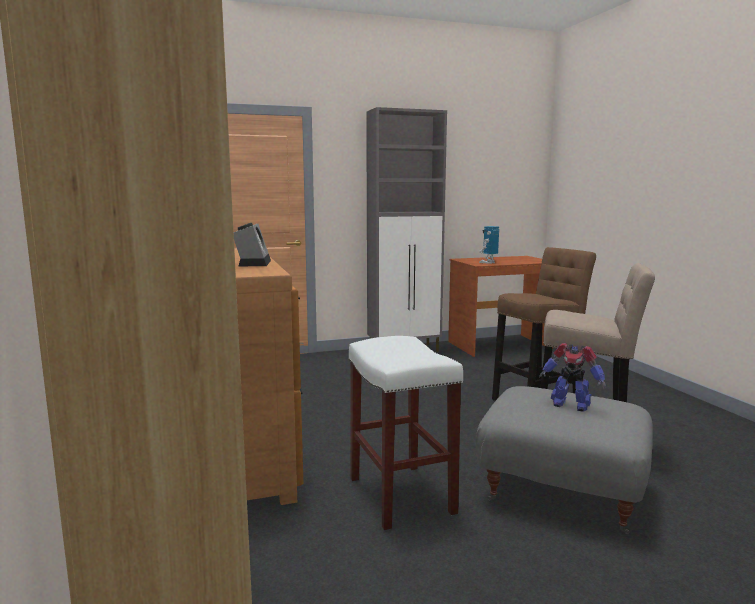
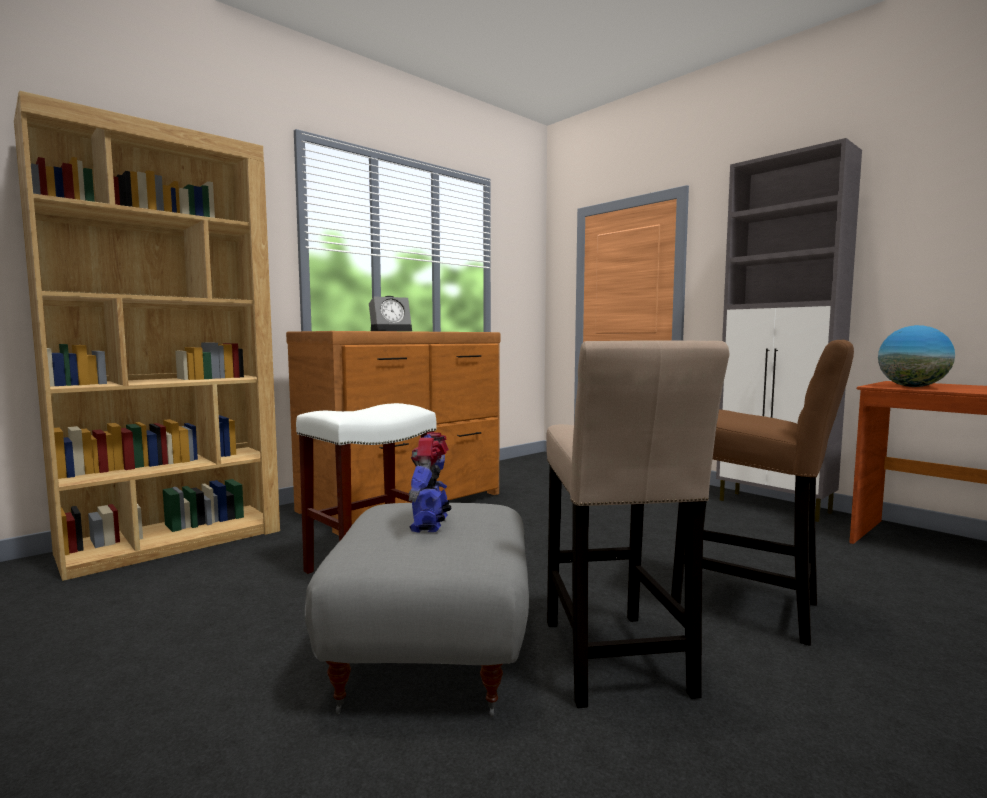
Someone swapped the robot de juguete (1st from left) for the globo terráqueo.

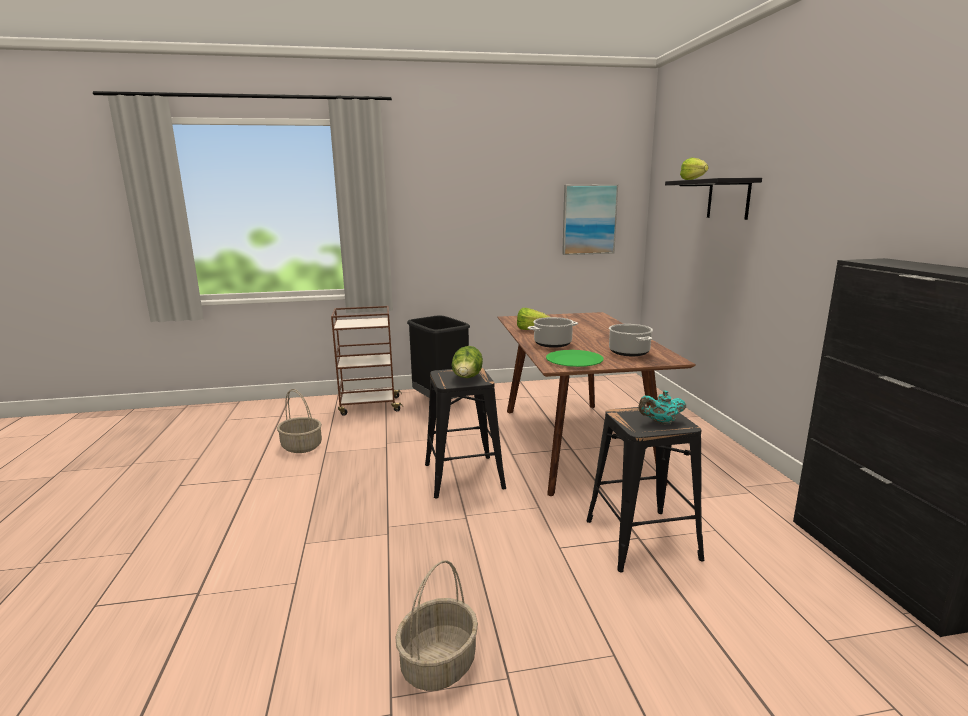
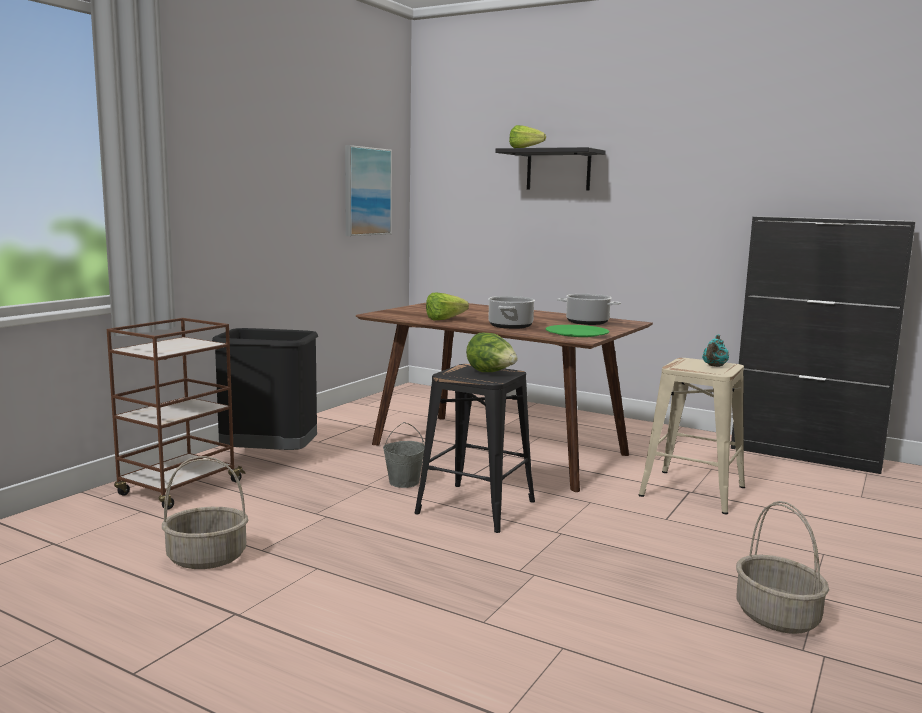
Someone repainted the taburete/negro (2nd from left), which became the taburete/beis. Someone put down the cubo/gris.

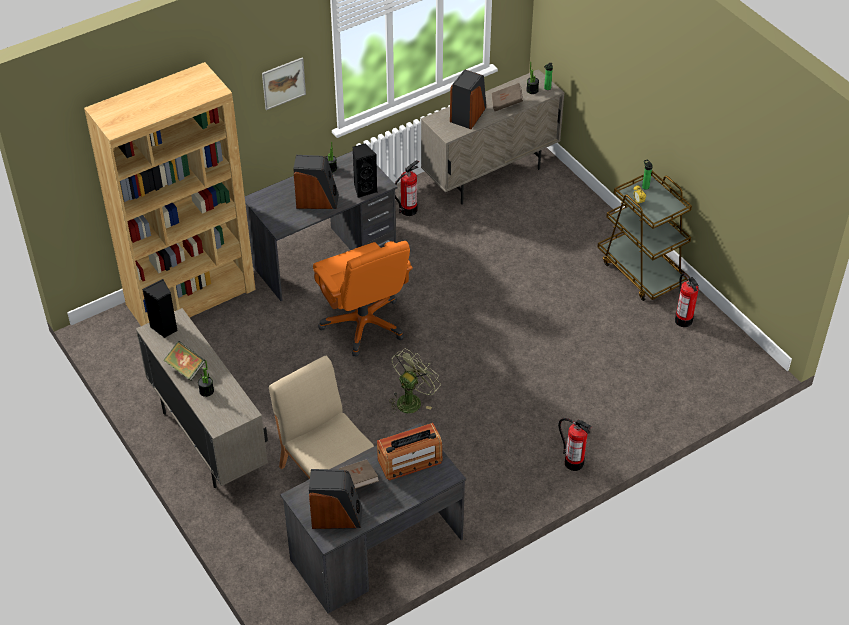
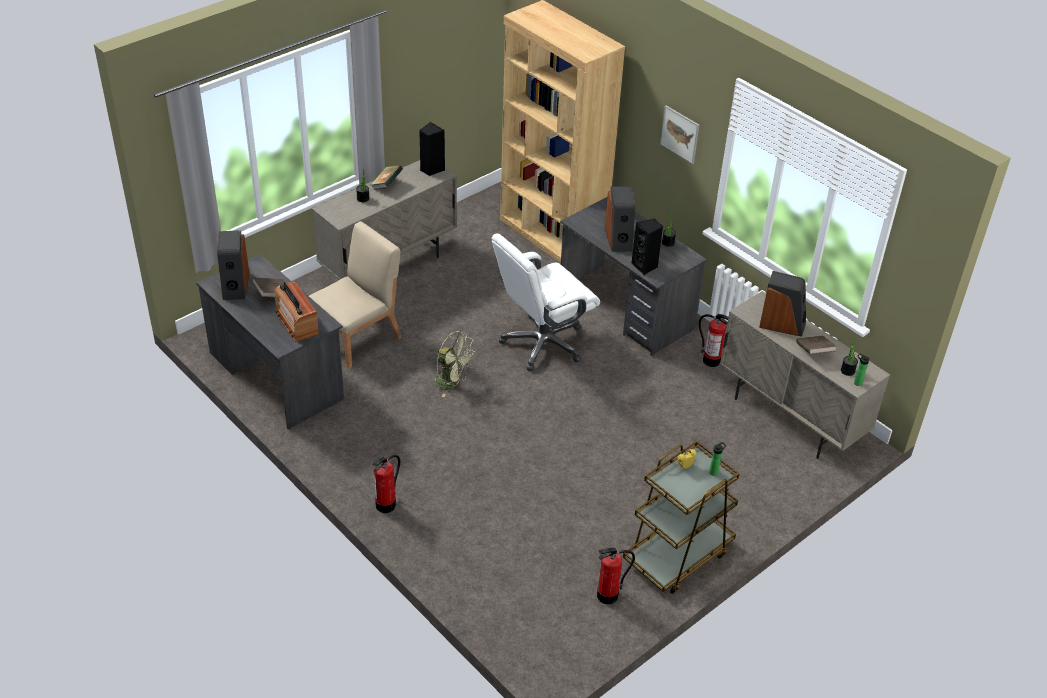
Someone repainted the silla de oficina/naranja, which became the silla de oficina/blanco.

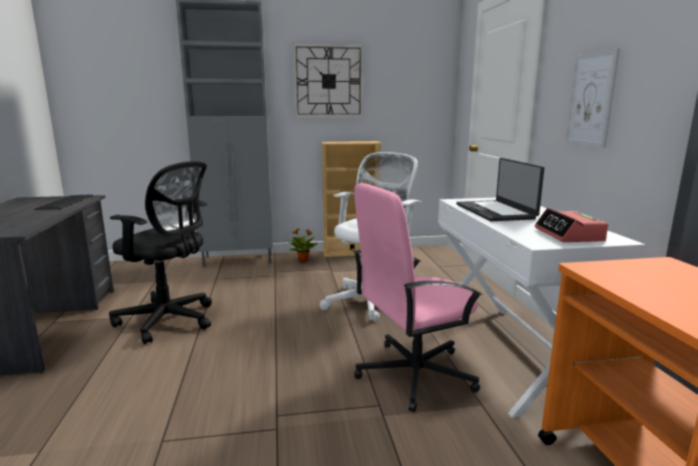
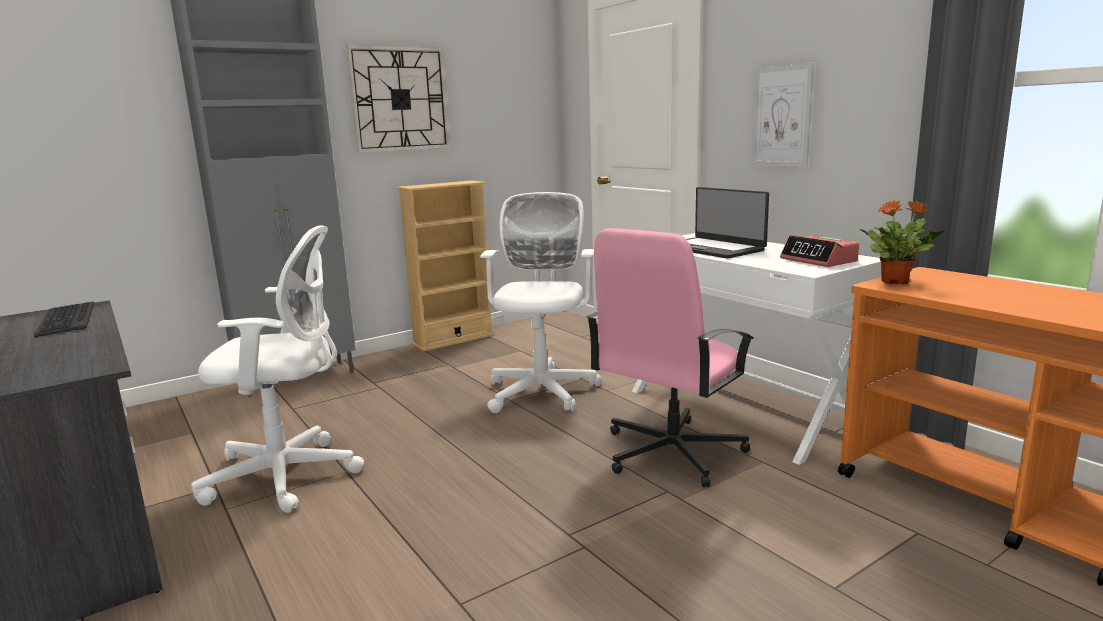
Someone repainted the silla de oficina/negro, which became the silla de oficina/blanco (1st from left). Someone carried the planta en maceta.

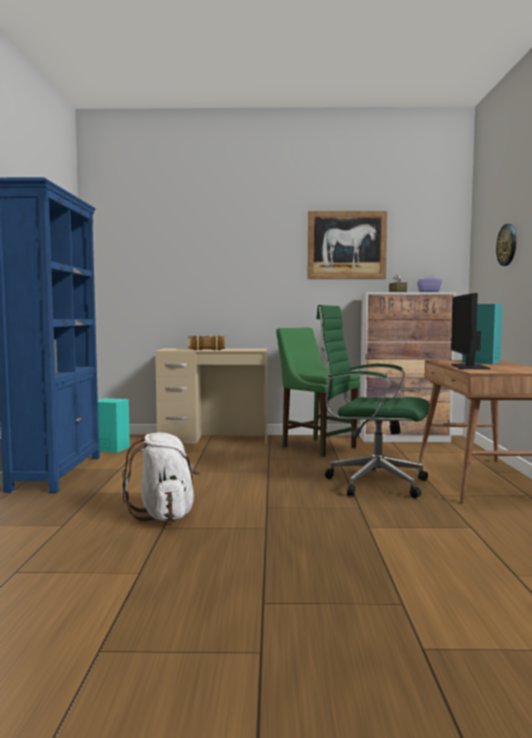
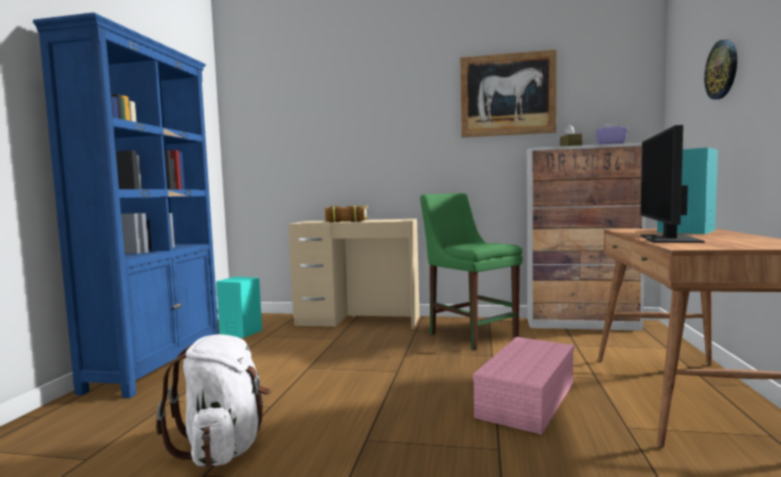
Someone swapped the silla de oficina/verde for the caja de almacenaje/rosa.

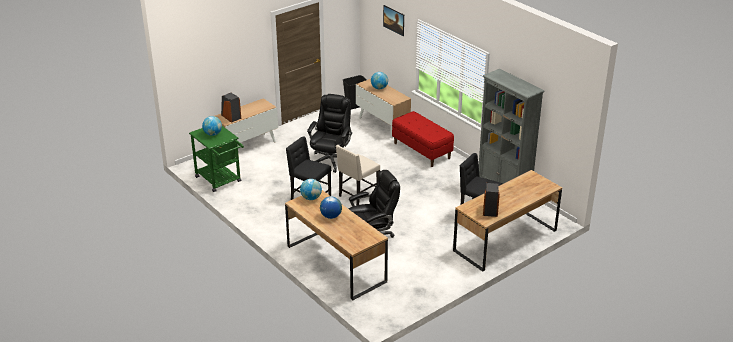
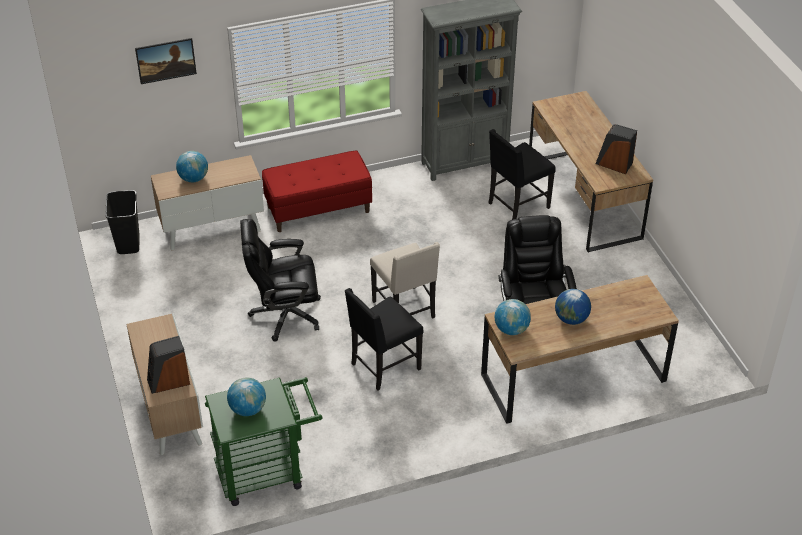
Someone rotated the silla de oficina/negro (1st from left) by 45 degrees counterclockwise.

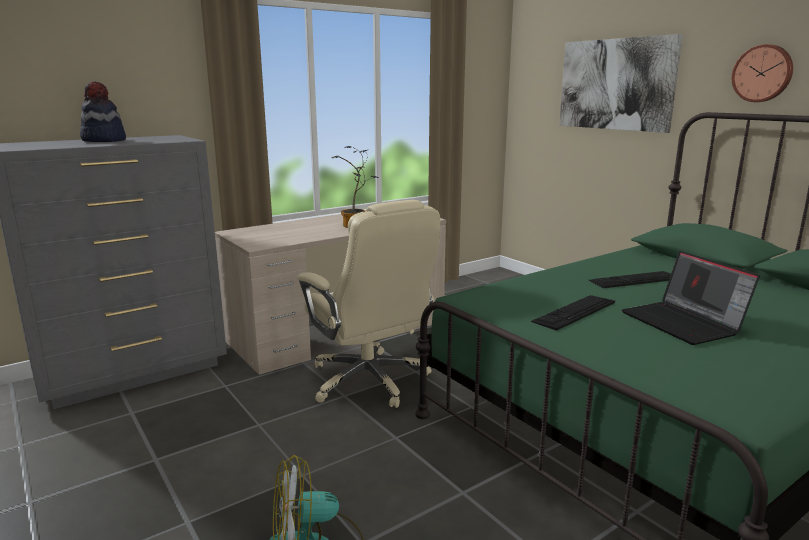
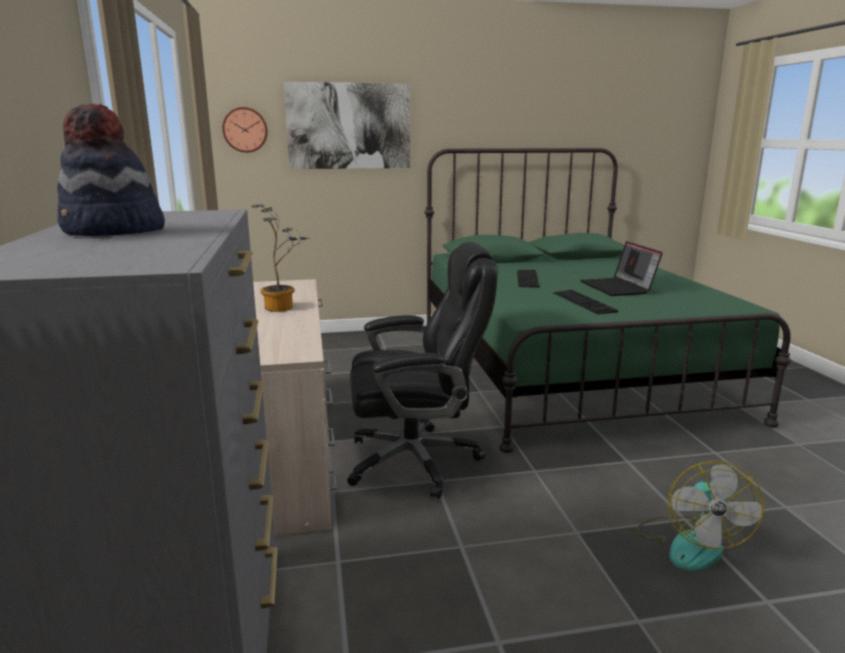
Someone repainted the silla de oficina/beis, which became the silla de oficina/negro. Someone rotated the portátil by 75 degrees clockwise. Someone carried the reloj de pared.

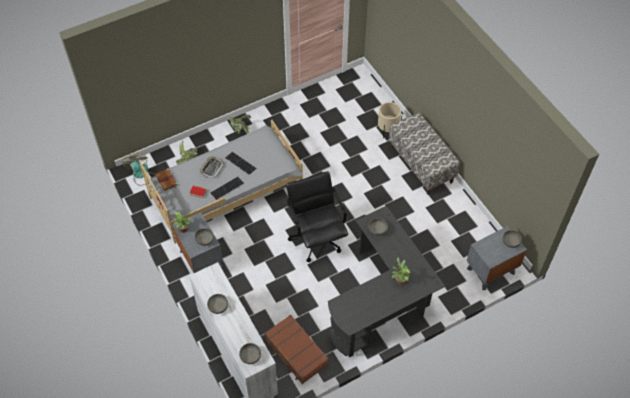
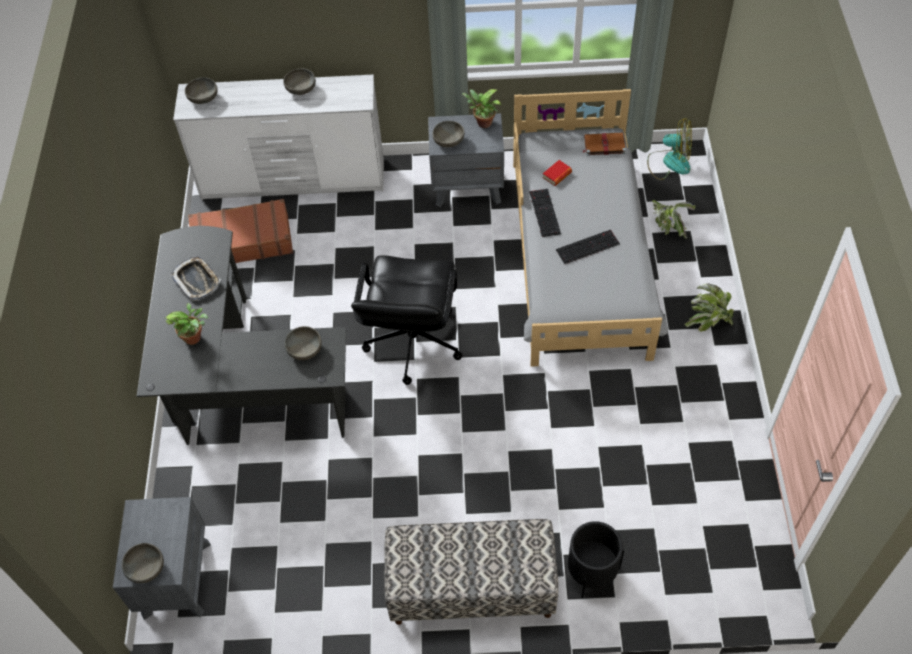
Someone carried the bandeja. Someone rotated the silla de oficina/negro by 90 degrees clockwise. Someone repainted the maceta/beis, which became the maceta/negro.

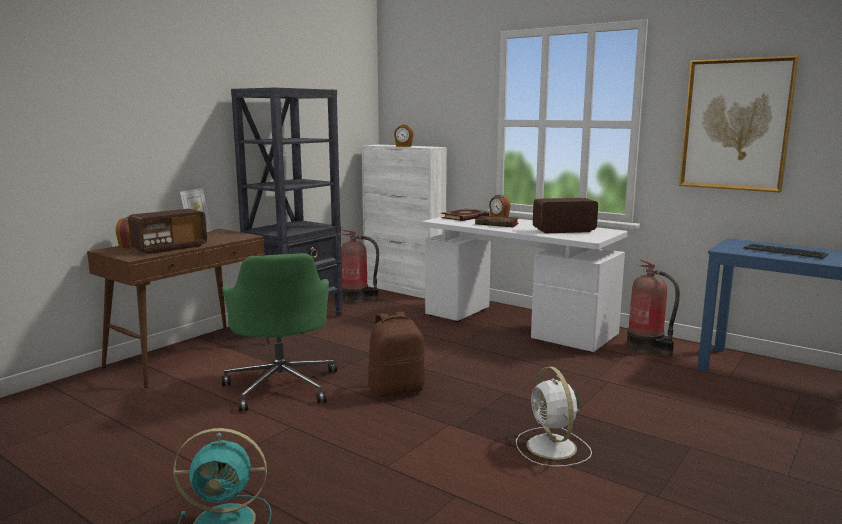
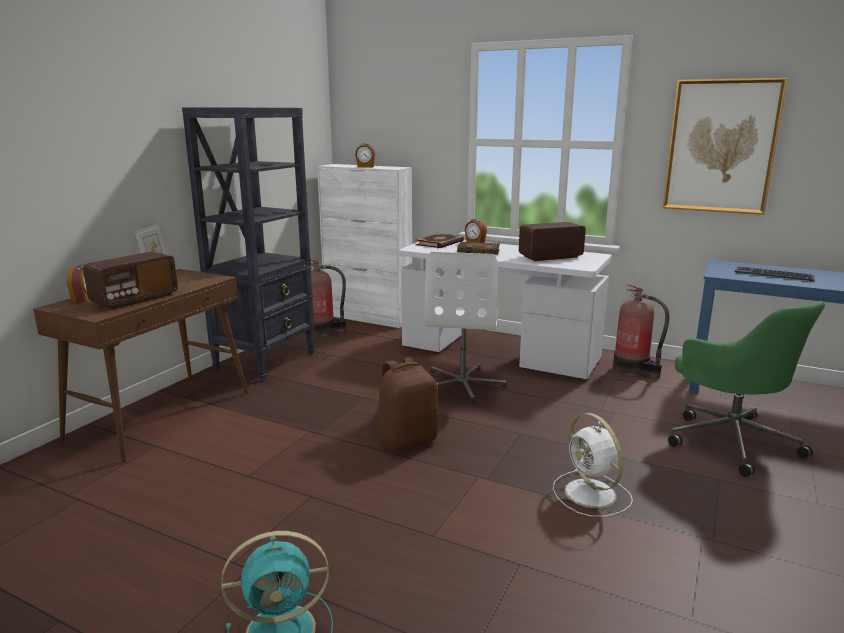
Someone carried the silla de oficina/verde. Someone put down the silla de oficina/blanco.

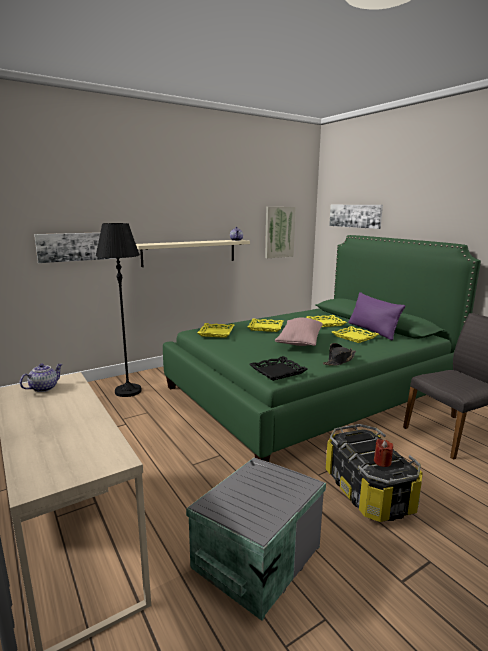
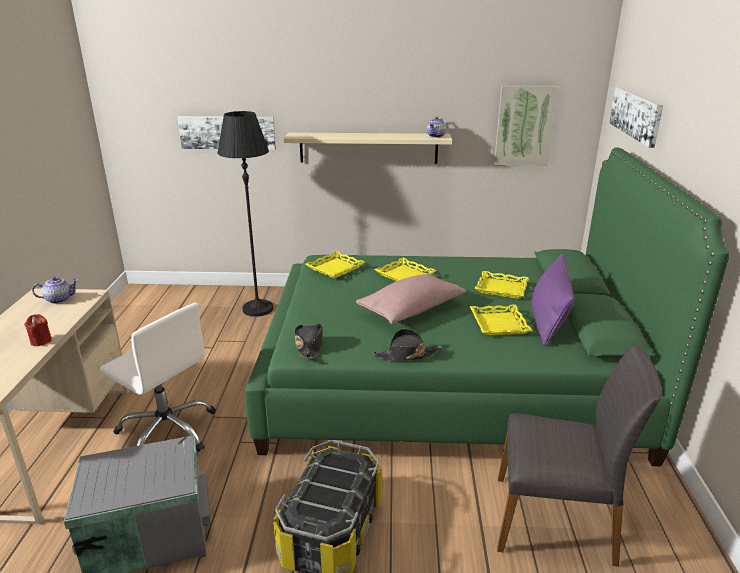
Someone swapped the bandeja/negro for the sombrero/negro (1st from left). Someone carried the vela/rojo. Someone put down the silla de oficina/blanco.

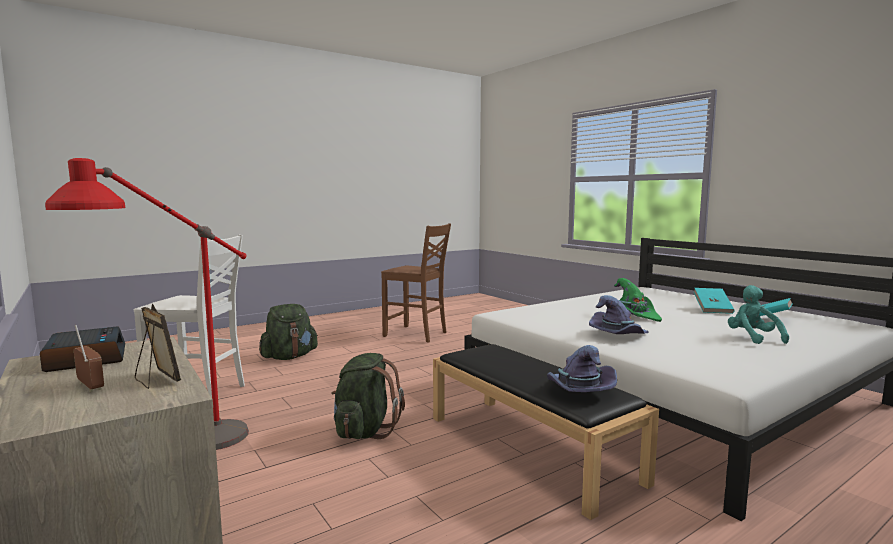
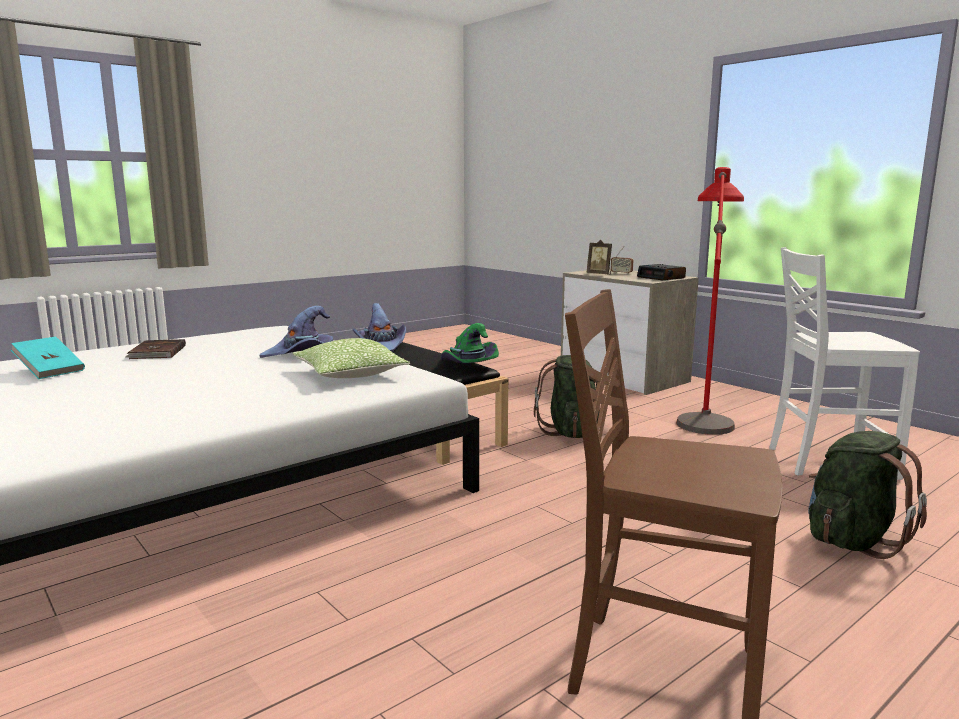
Someone carried the sombrero/verde. Someone took away the libro/turquesa (1st from left). Someone swapped the peluche/turquesa for the libro/marrón. Someone put down the cojín.

